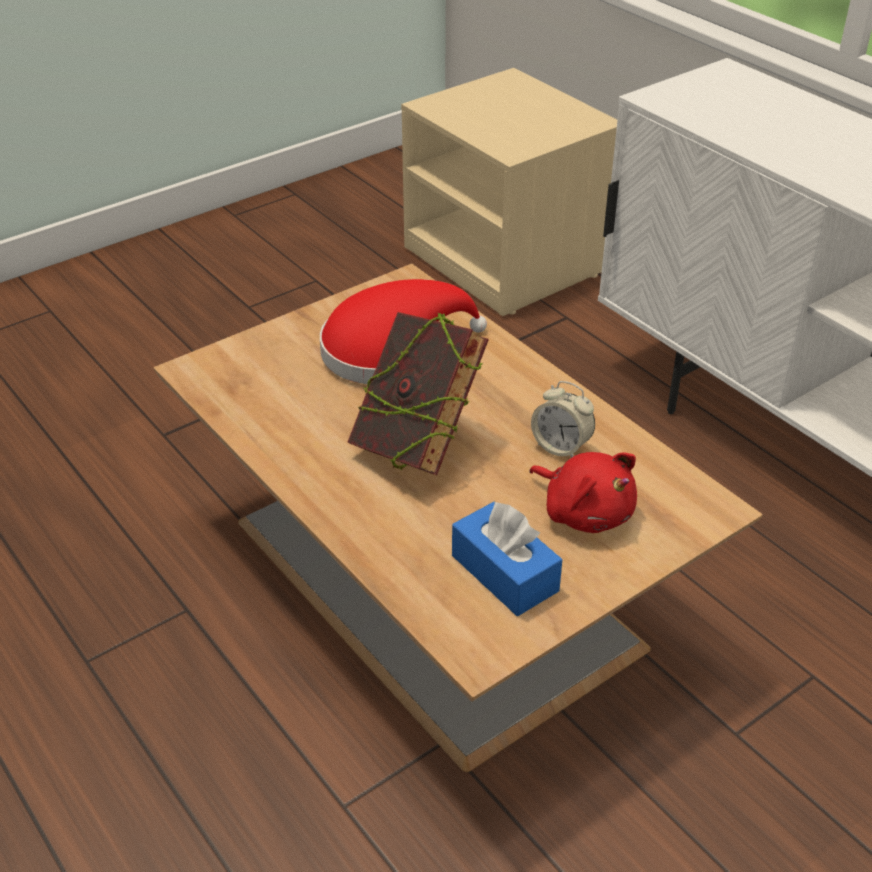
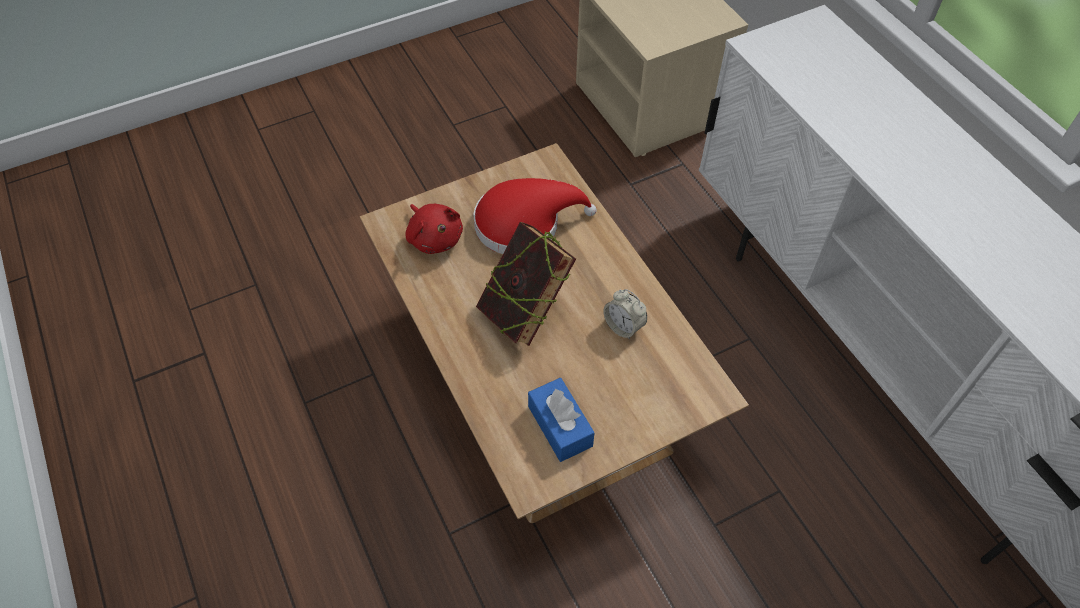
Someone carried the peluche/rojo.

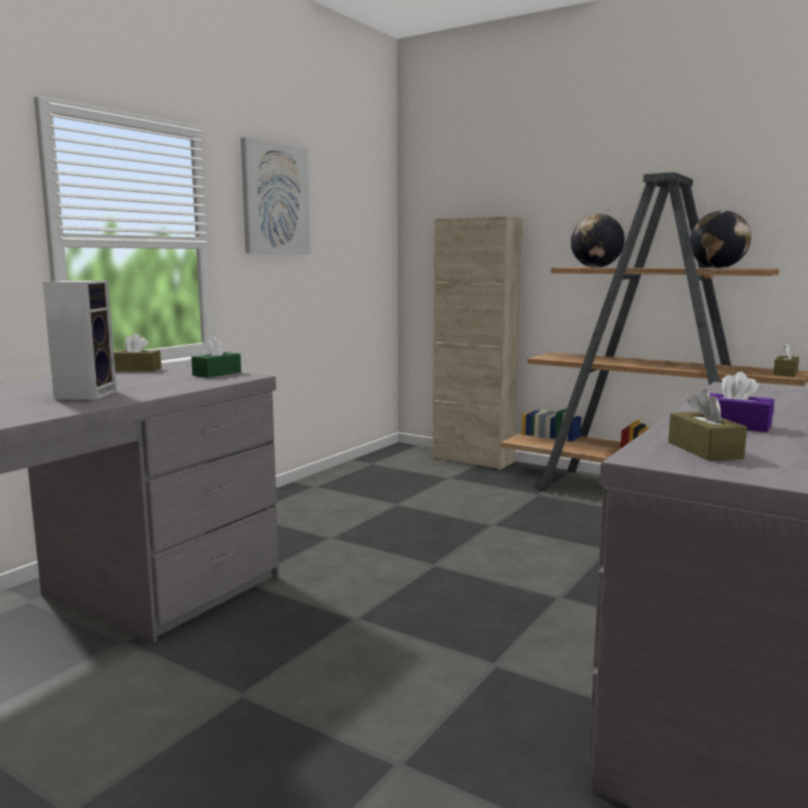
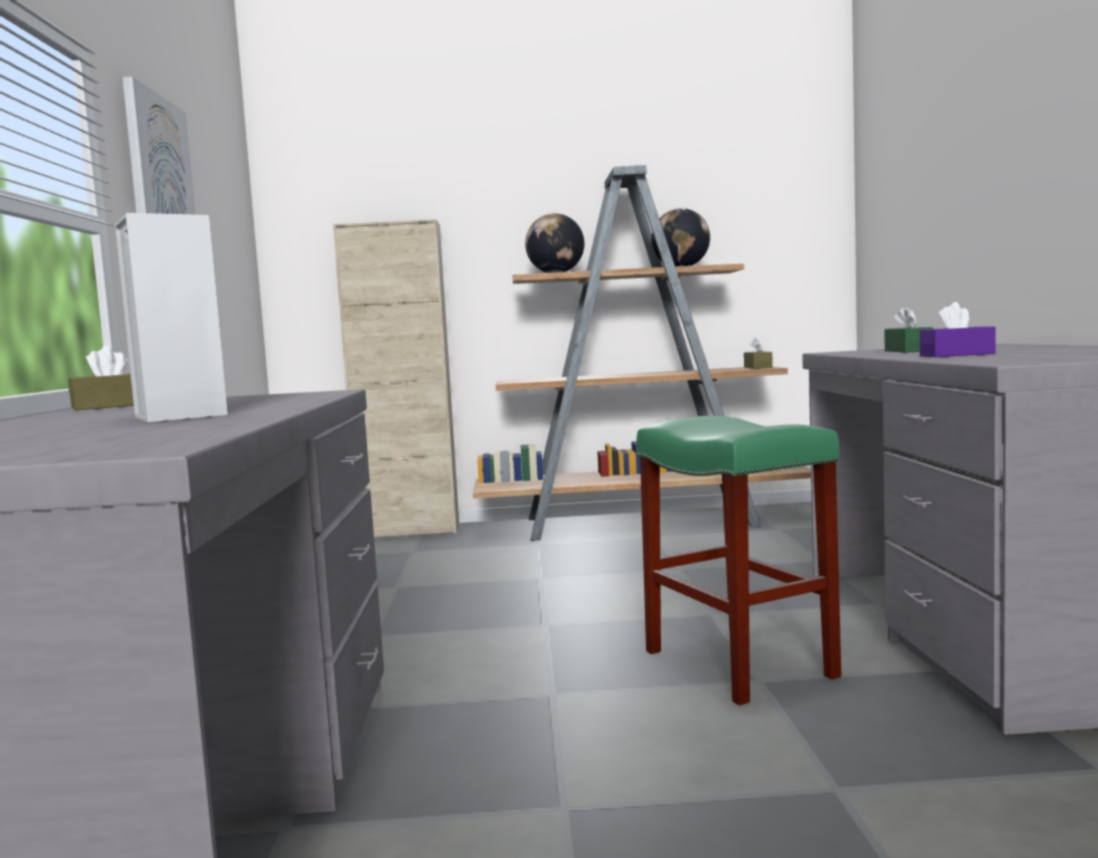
Someone carried the caja de pañuelos/verde. Someone took away the caja de pañuelos/marrón (2nd from left). Someone put down the taburete/verde.

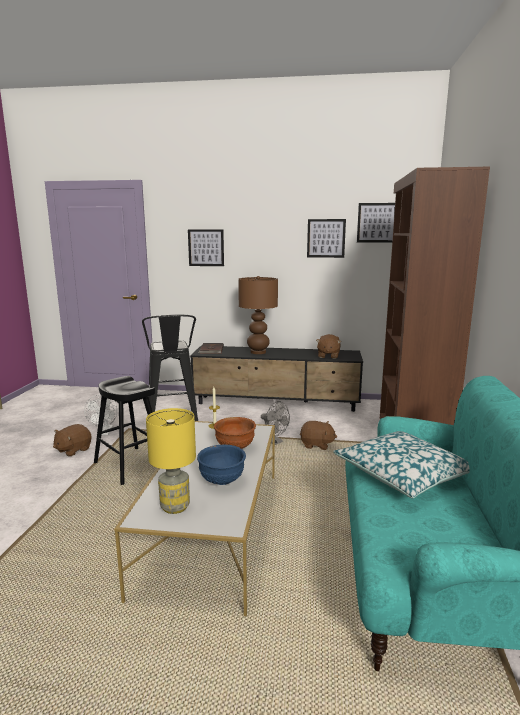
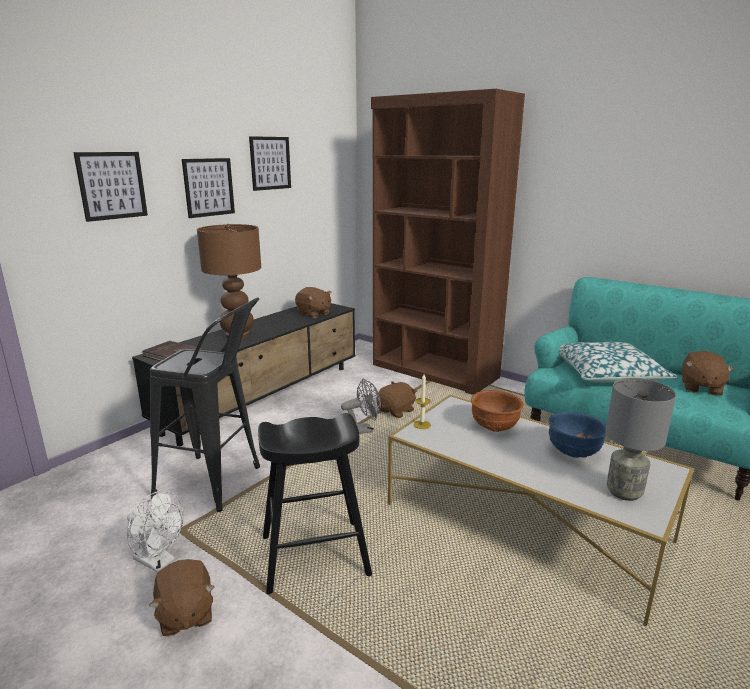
Someone repainted the lámpara de mesa/amarillo, which became the lámpara de mesa/gris. Someone carried the cuadro (3rd from left in the first image). Someone put down the peluche/marrón (4th from left).

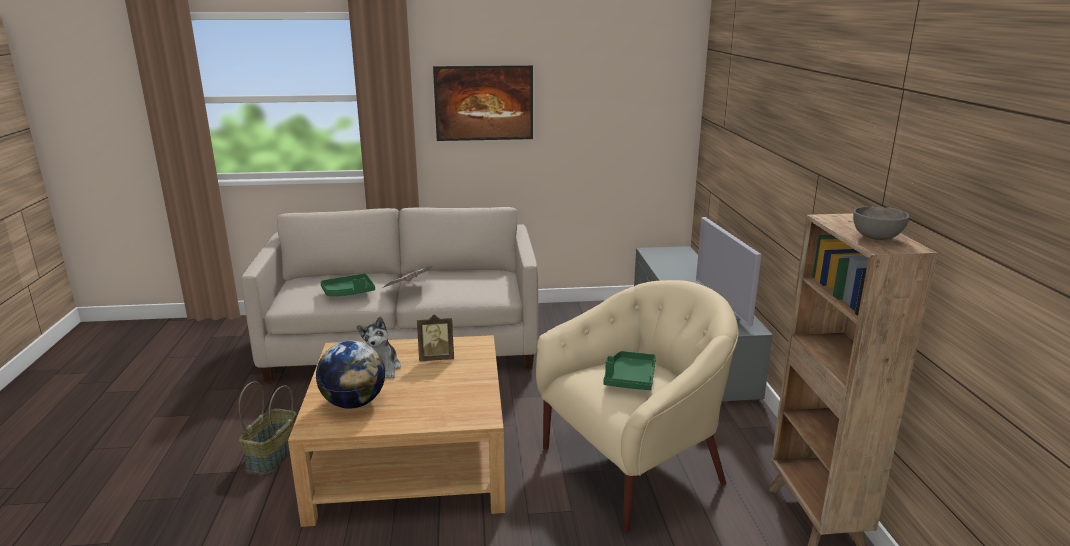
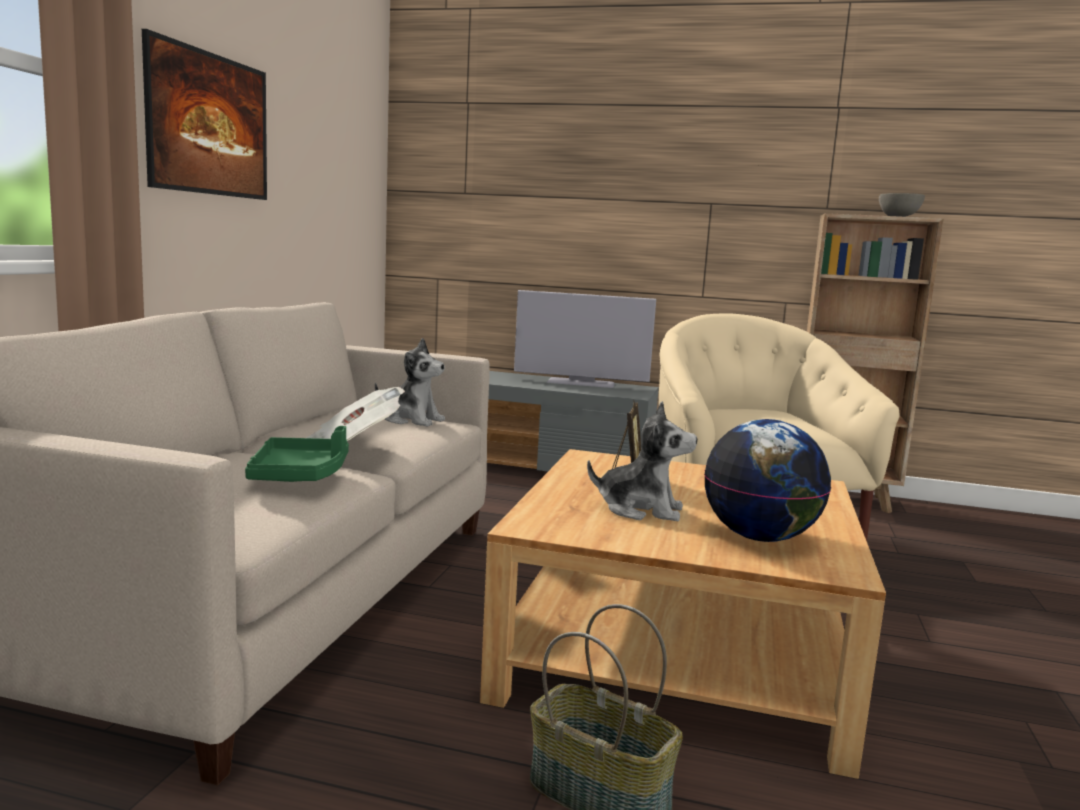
Someone took away the bandeja/verde (2nd from left). Someone put down the peluche (1st from left).

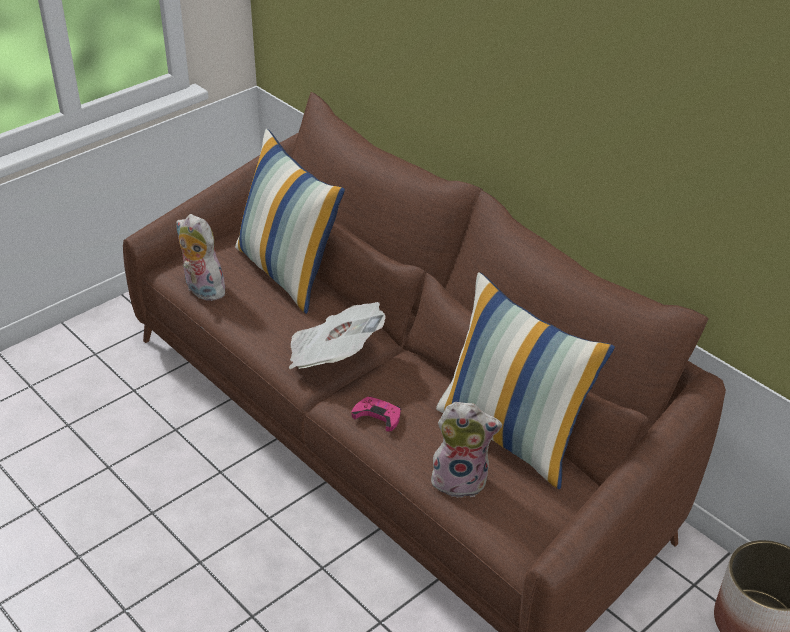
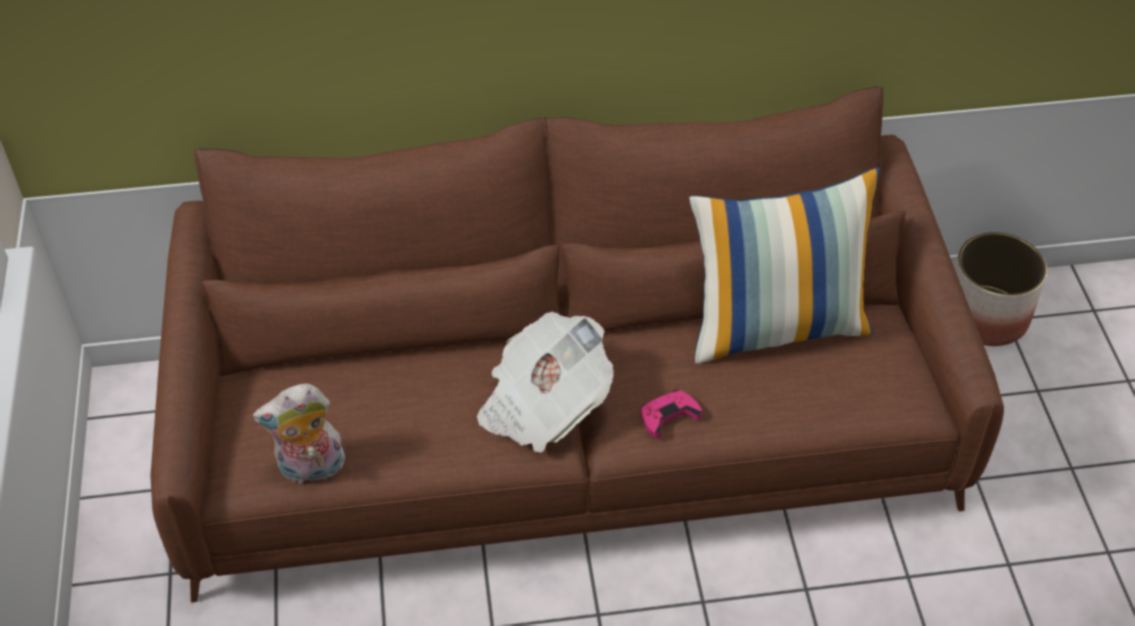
Someone took away the cojín (1st from left). Someone took away the peluche (2nd from left).

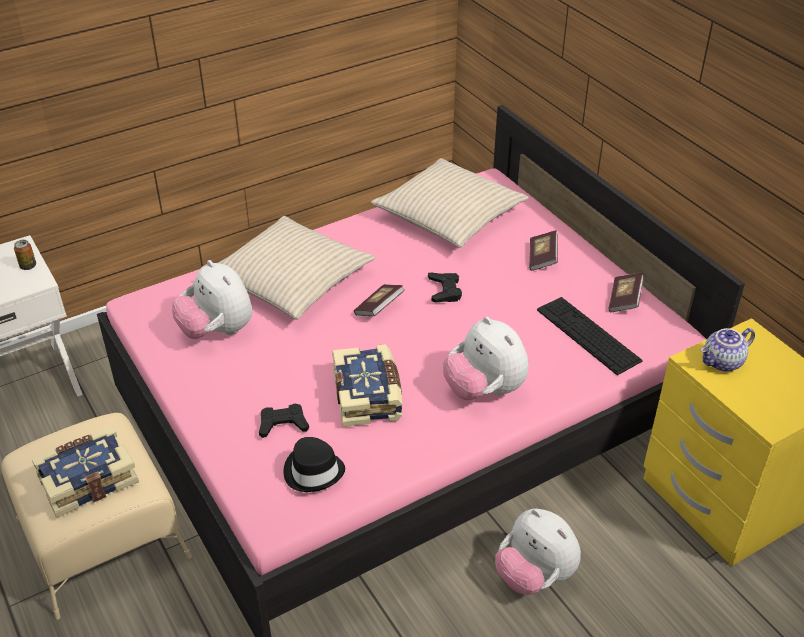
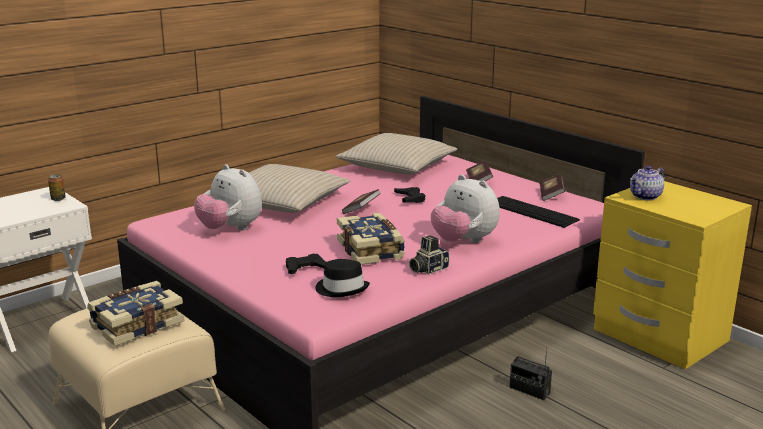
Someone swapped the peluche (3rd from left) for the radio. Someone put down the cámara.

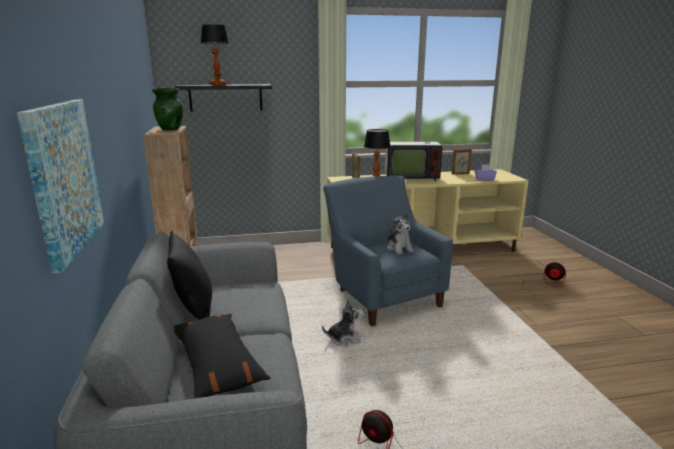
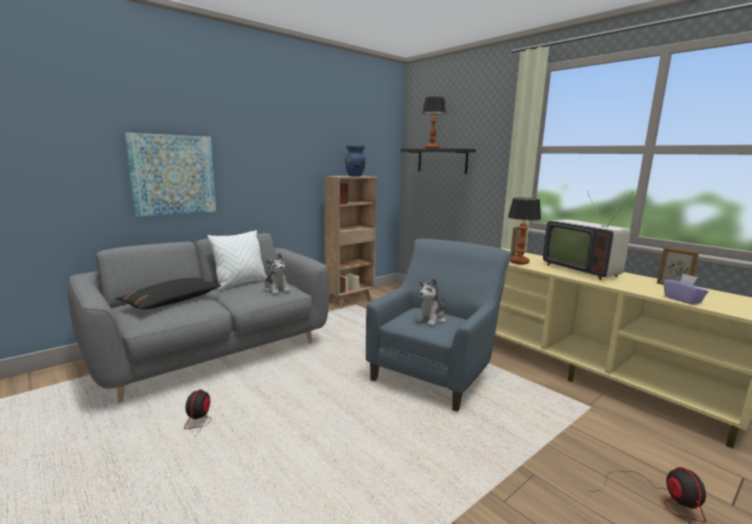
Someone repainted the florero/verde, which became the florero/azul. Someone repainted the cojín/negro (1st from left), which became the cojín/blanco. Someone carried the peluche (1st from left).

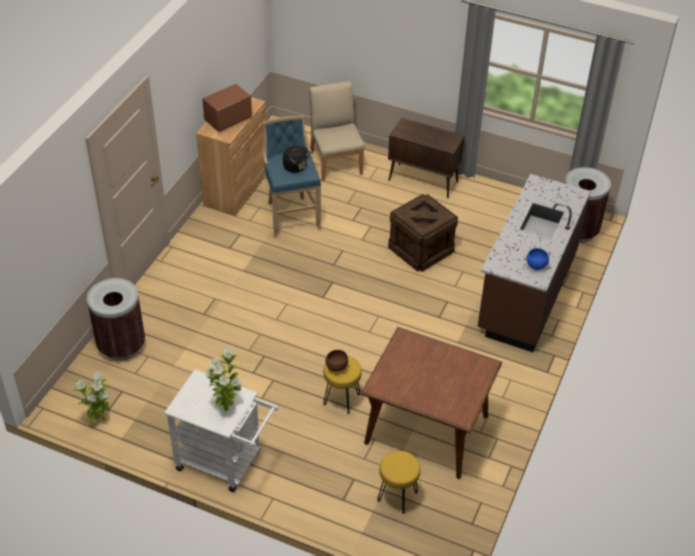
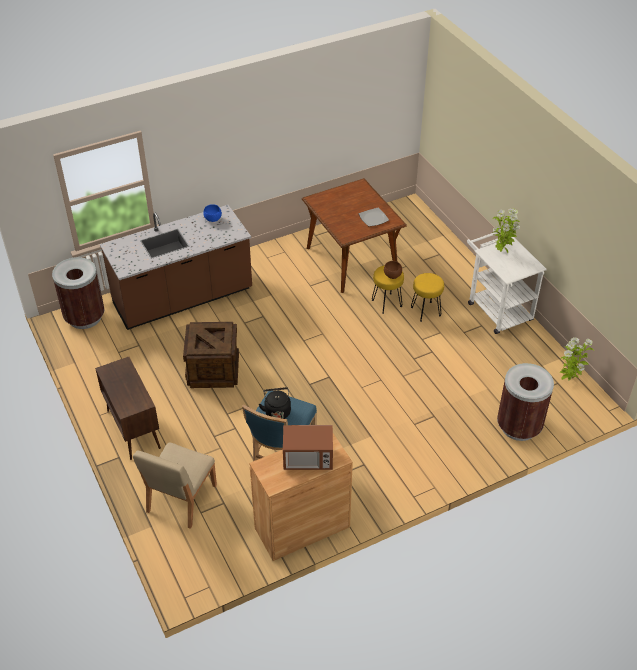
Someone carried the taburete/amarillo (2nd from left). Someone put down the plato.

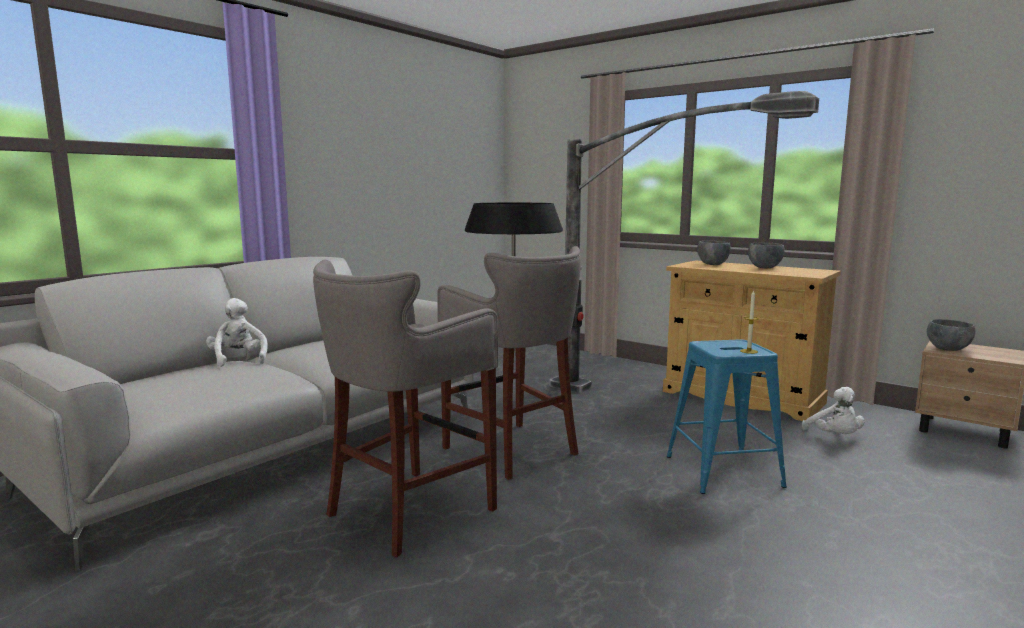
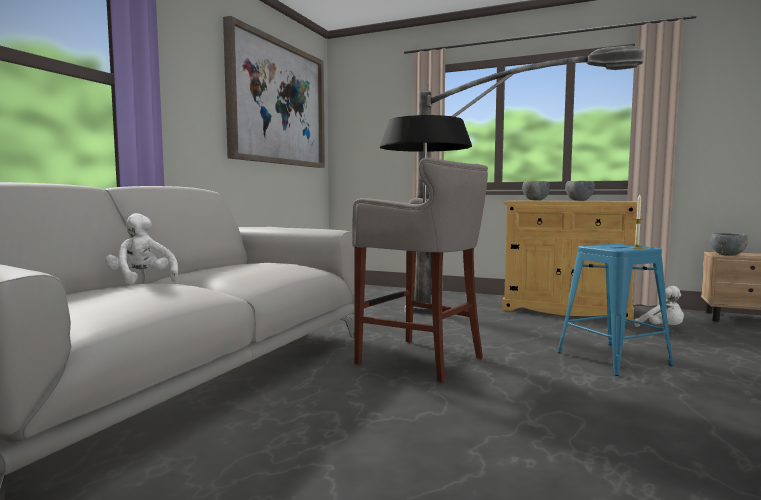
Someone took away the taburete/gris (1st from left). Someone put up the cuadro.

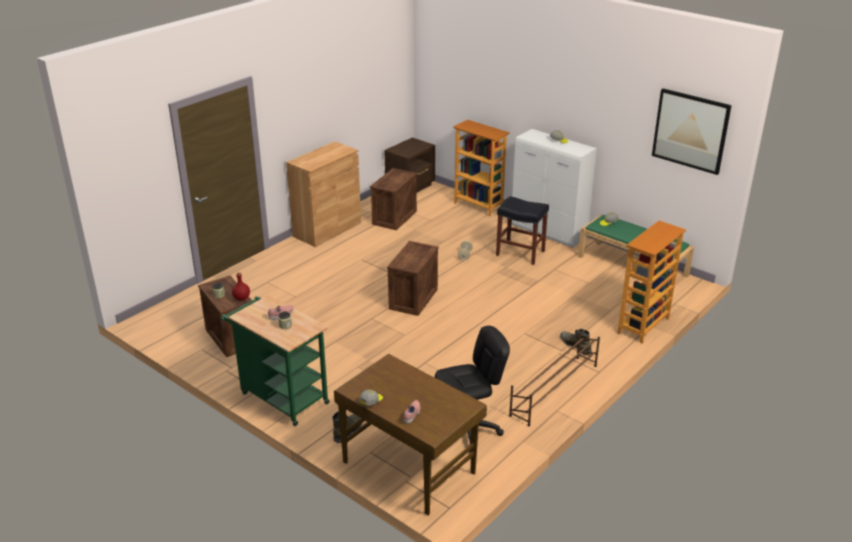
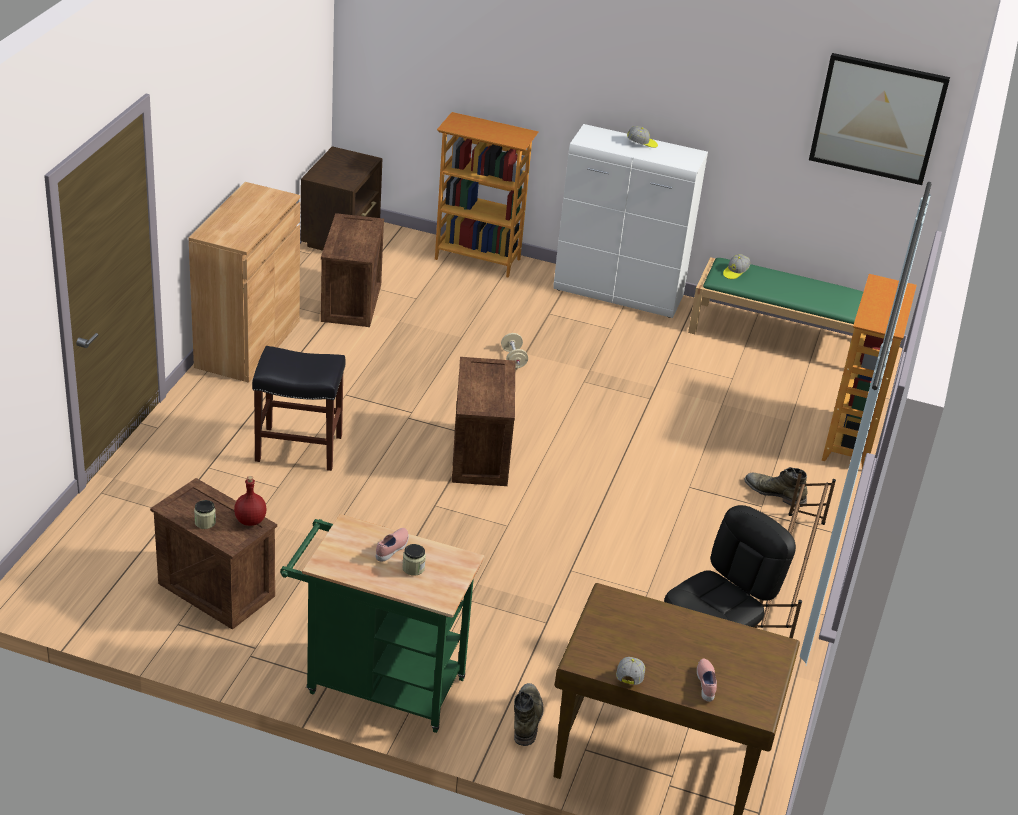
Someone carried the taburete/negro.

